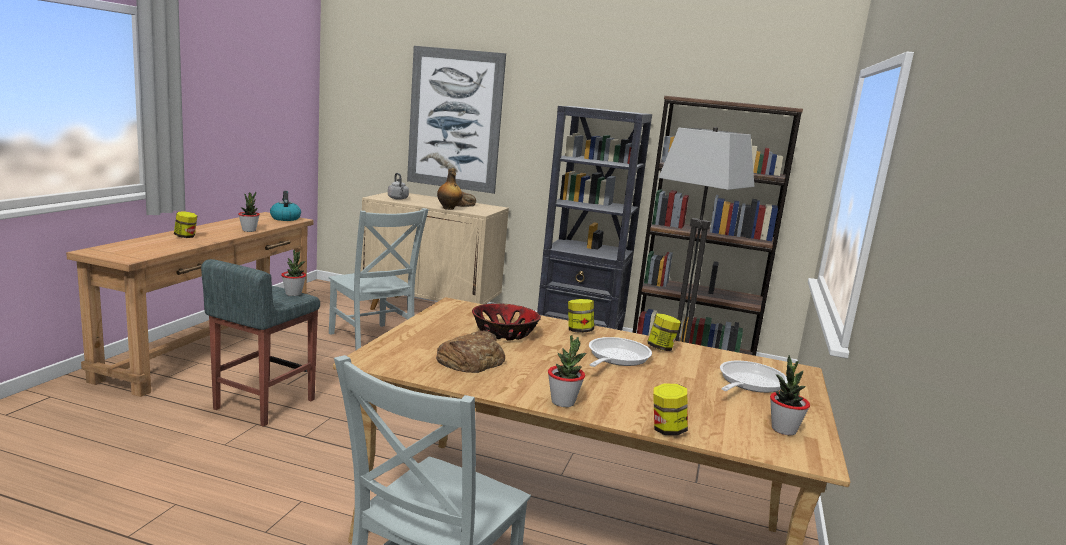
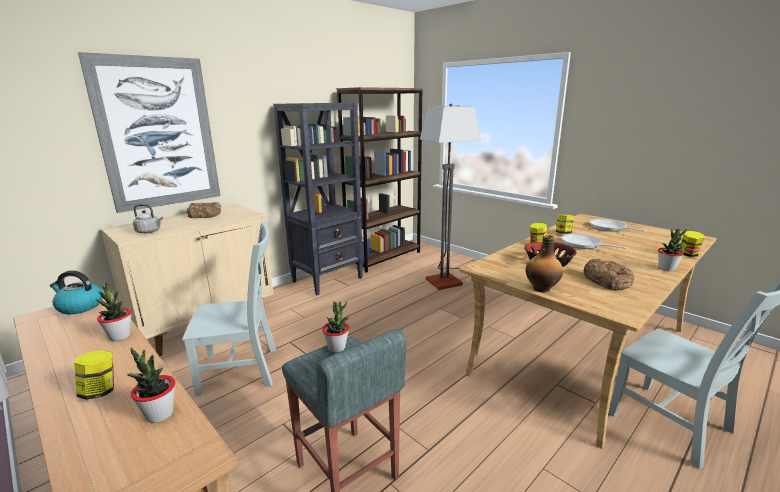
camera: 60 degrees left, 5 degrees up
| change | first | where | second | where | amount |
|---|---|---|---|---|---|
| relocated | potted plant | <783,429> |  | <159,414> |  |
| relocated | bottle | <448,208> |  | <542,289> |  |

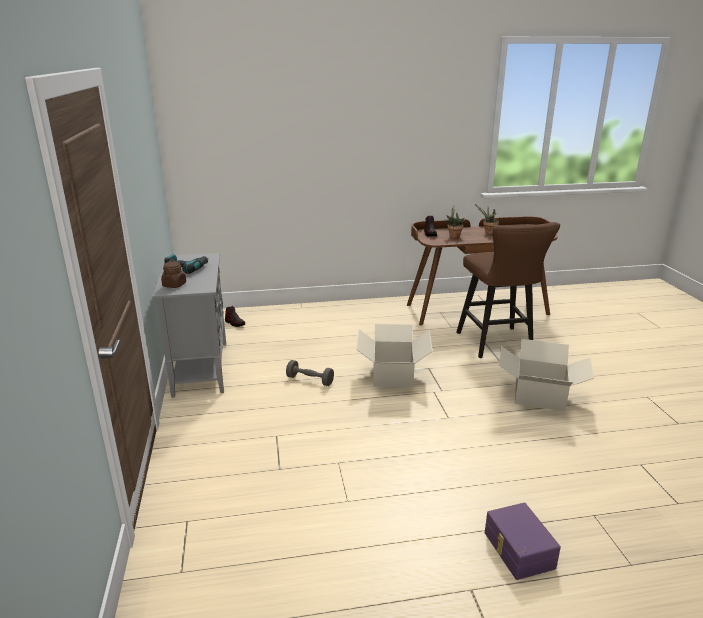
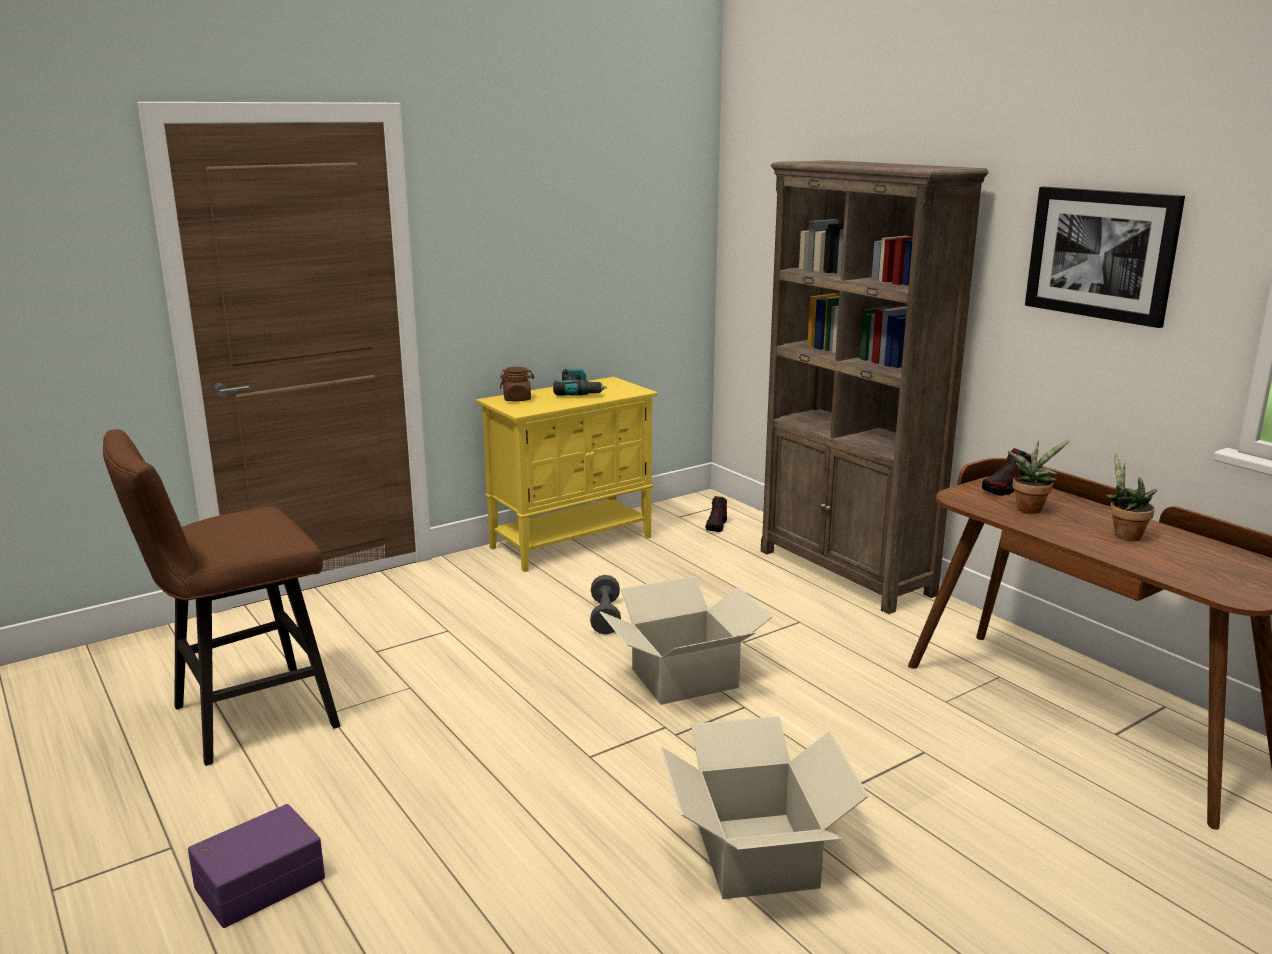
camera: 65 degrees right, 5 degrees down
| change | first | where | second | where | amount |
|---|---|---|---|---|---|
| relocated | brown stool | <497,345> |  | <242,719> |  |
| colour | grey cabinet | <200,368> | yellow cabinet | <572,542> |  |
| appeared |  |  | brown bookcase | <846,573> |  |
| appeared |  |  | picture | <1101,254> |  |

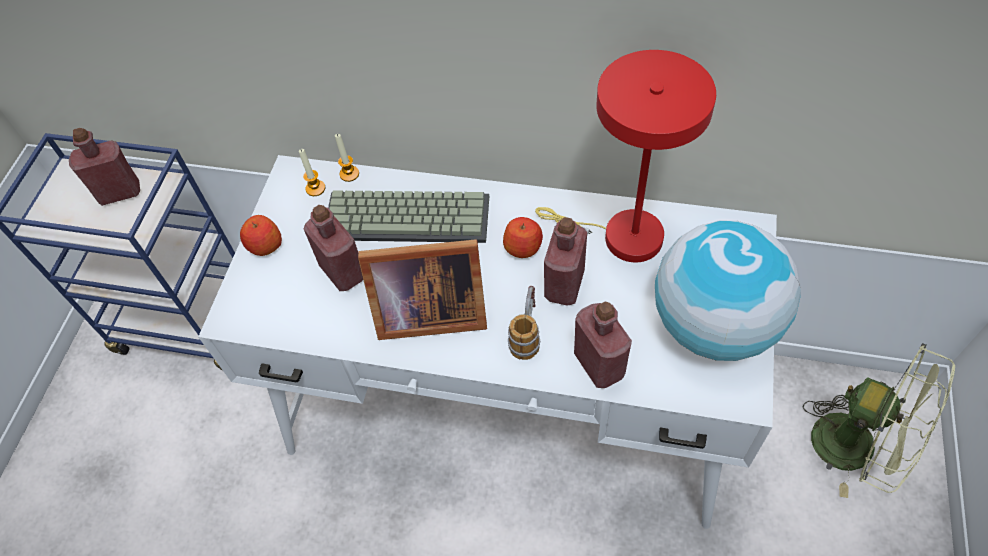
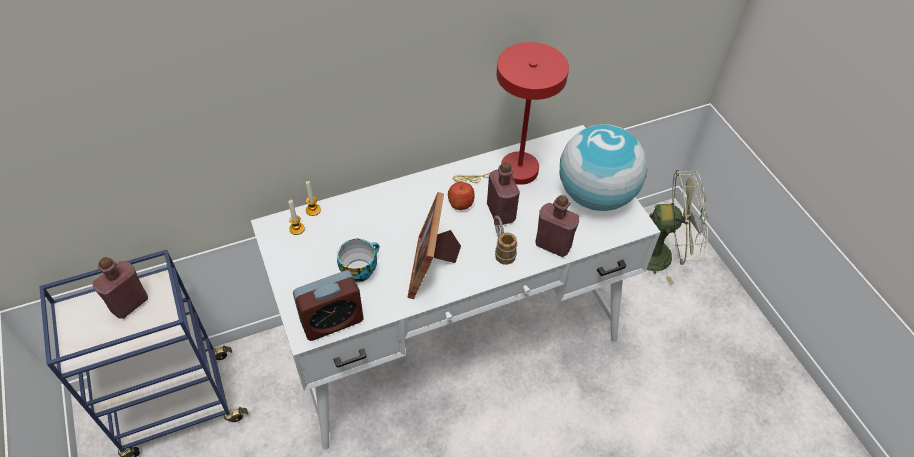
camera: 40 degrees left, 5 degrees down
| change | first | where | second | where | amount |
|---|---|---|---|---|---|
| appeared |  |  | alarm clock | <332,321> |  |
| exchanged | red bottle | <342,272> | cup | <359,269> |  |
| spun | picture frame | <426,312> |  | <433,266> | 135 degrees clockwise |
| missing | apple | <265,245> |  |  |  |
| missing | keyboard | <409,216> |  |  |  |

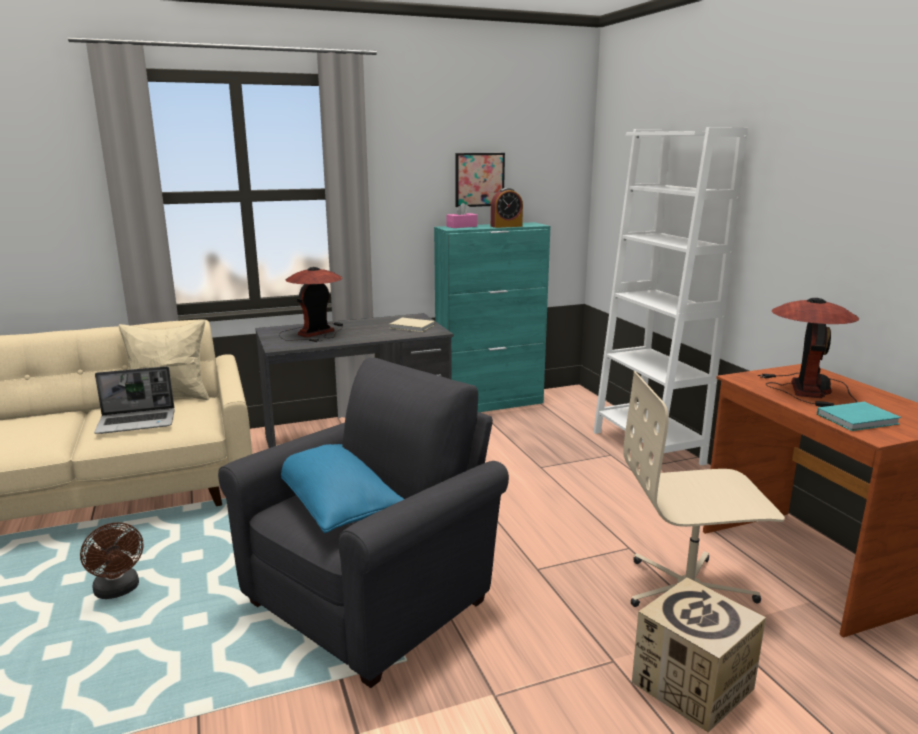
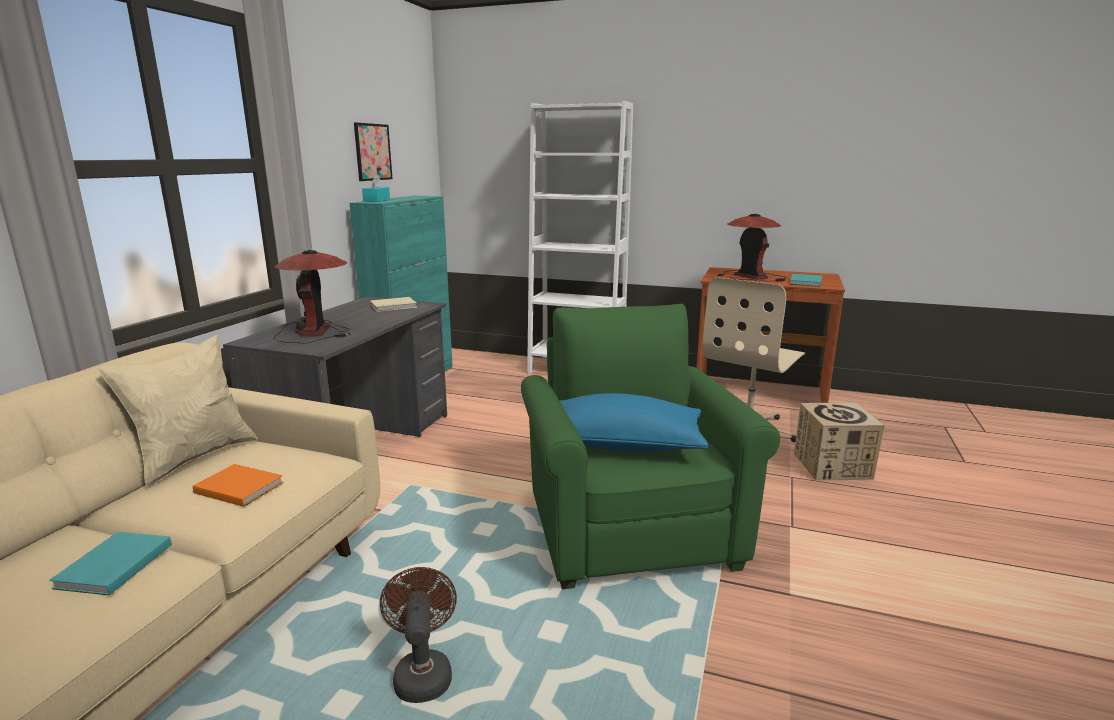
camera: 50 degrees left, 0 degrees up
| change | first | where | second | where | amount |
|---|---|---|---|---|---|
| appeared |  |  | turquoise book | <111,567> |  |
| exchanged | laptop | <137,422> | orange book | <238,487> |  |
| colour | pink tissue box | <461,226> | turquoise tissue box | <376,200> |  |
| spun | brown fan | <118,591> |  | <422,673> | 105 degrees counterclockwise |
| colour | grey armchair | <376,598> | green armchair | <630,528> |  |
| missing | alarm clock | <506,226> |  |  |  |

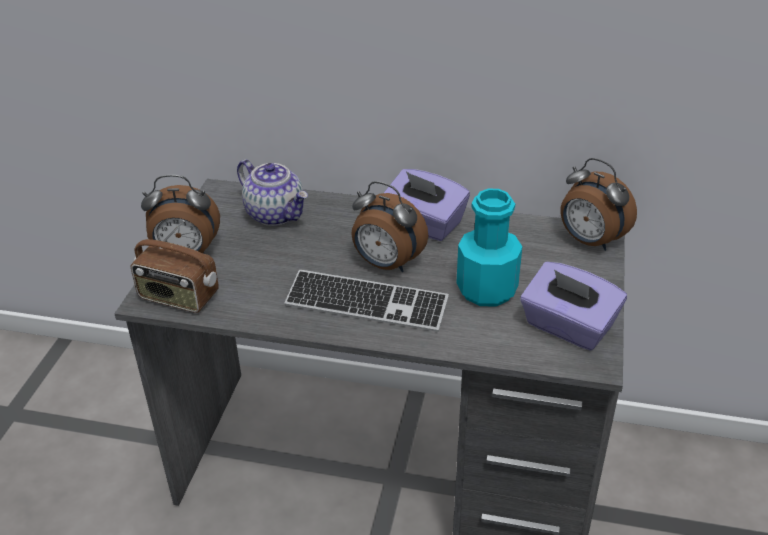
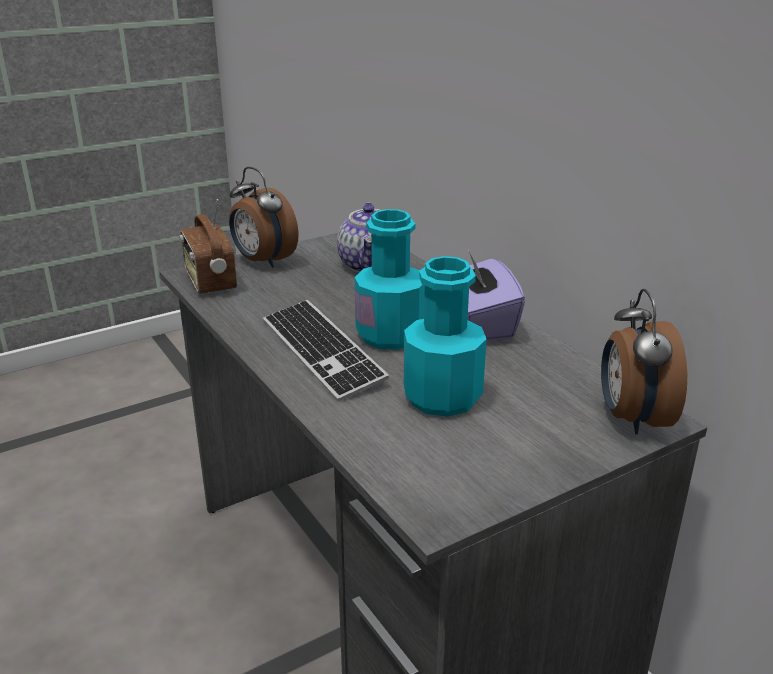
camera: 45 degrees right, 10 degrees down
| change | first | where | second | where | amount |
|---|---|---|---|---|---|
| exchanged | alarm clock | <386,264> | turquoise bottle | <390,335> |  |
| missing | purple tissue box | <568,327> |  |  |  |

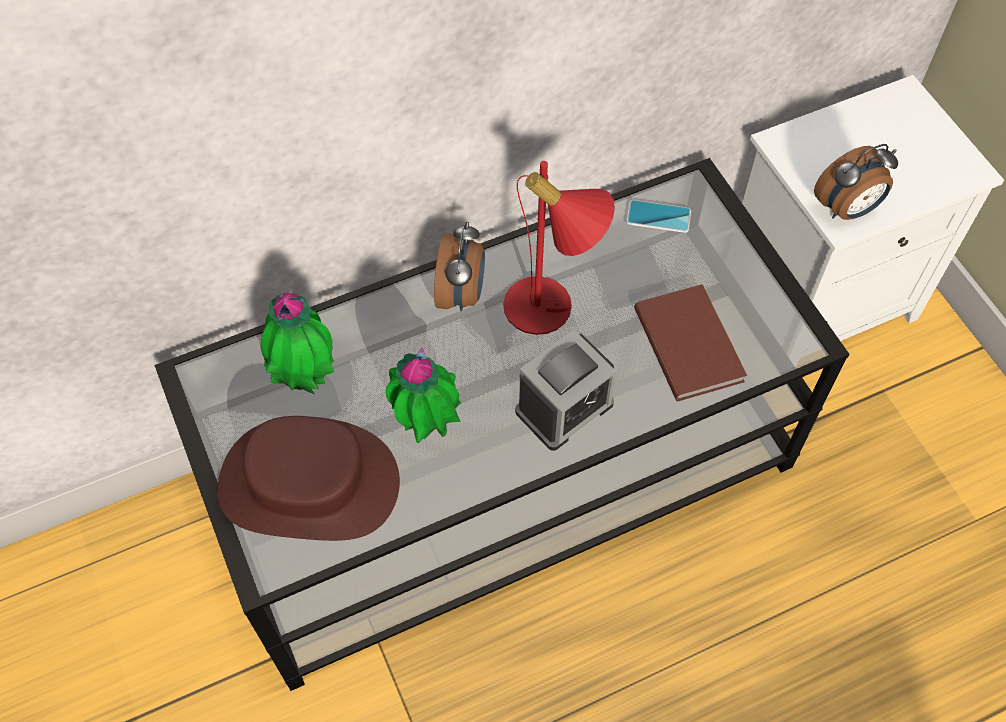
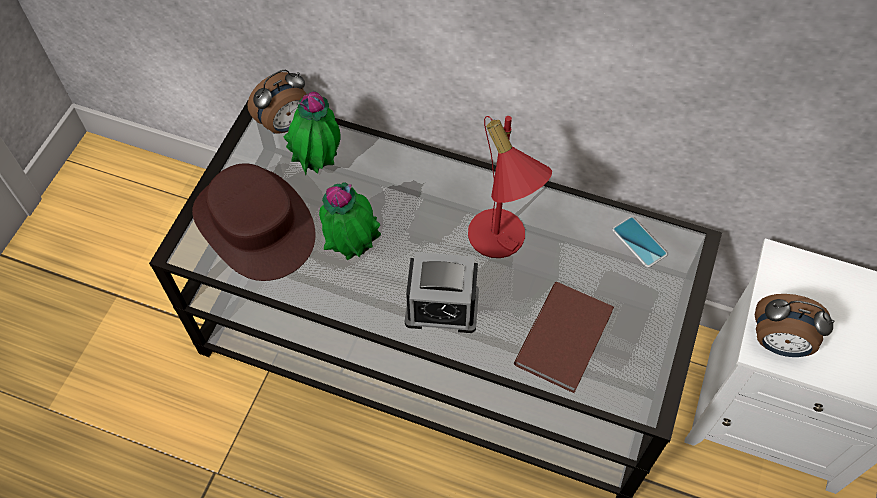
camera: 45 degrees right, 0 degrees up
| change | first | where | second | where | amount |
|---|---|---|---|---|---|
| relocated | alarm clock | <461,294> |  | <286,124> |  |

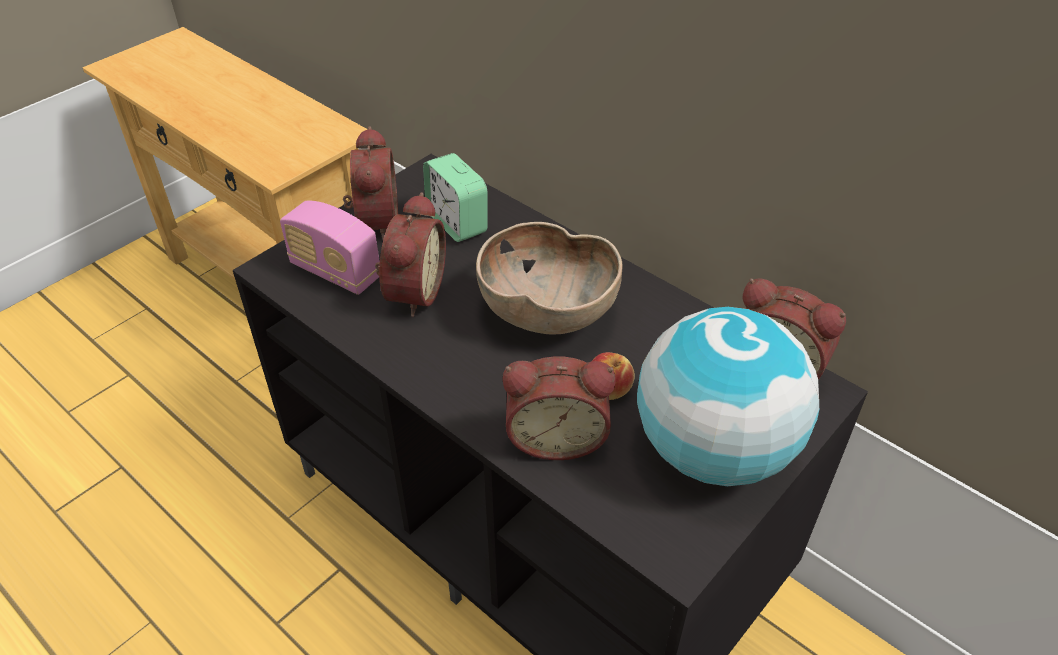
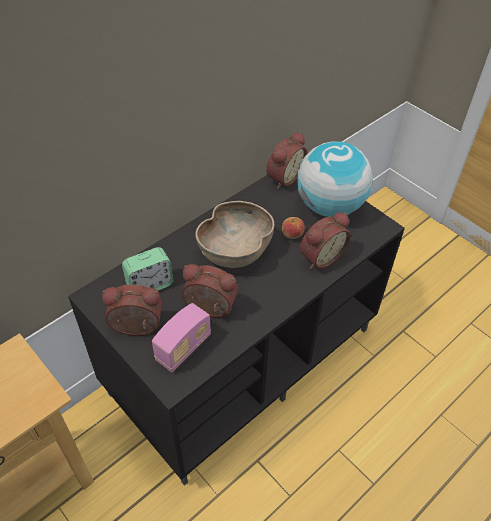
camera: 85 degrees left, 5 degrees up
| change | first | where | second | where | amount |
|---|---|---|---|---|---|
| spun | alarm clock | <556,436> |  | <320,256> | 45 degrees clockwise |

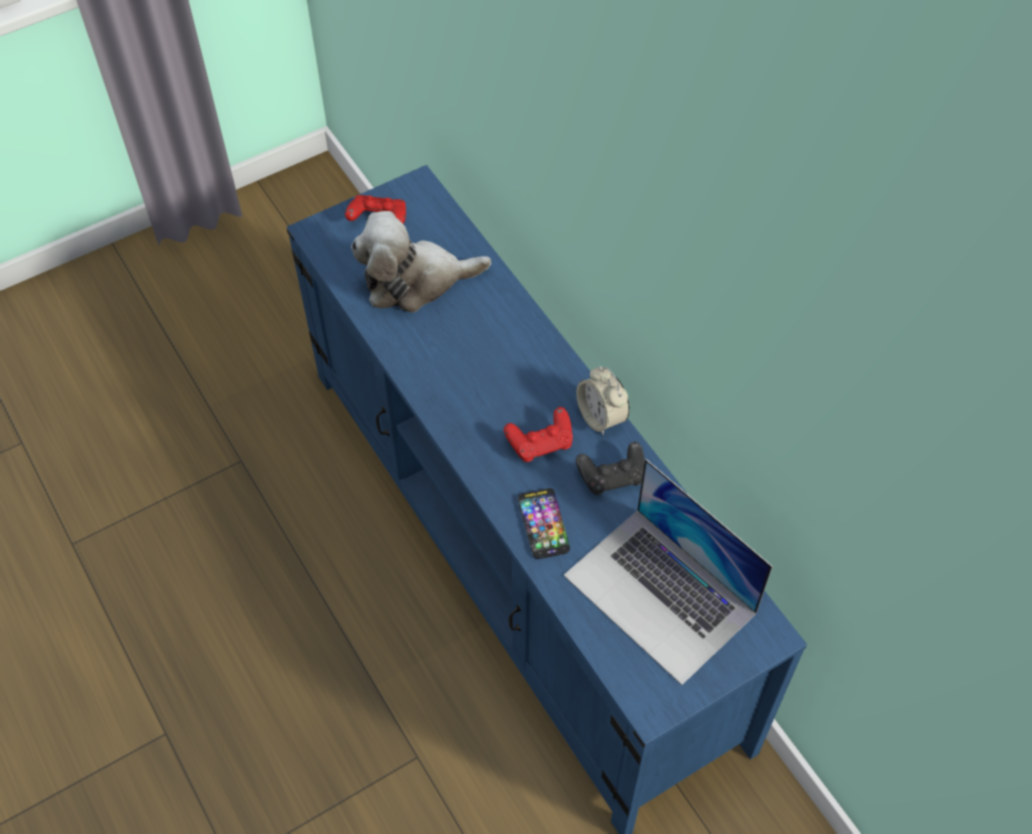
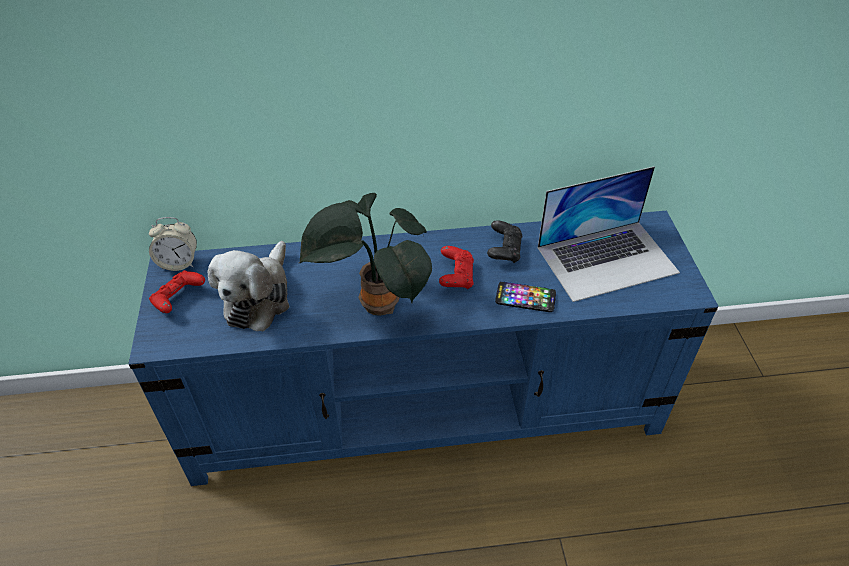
camera: 65 degrees left, 10 degrees down
| change | first | where | second | where | amount |
|---|---|---|---|---|---|
| relocated | alarm clock | <601,417> |  | <179,263> |  |
| appeared |  |  | potted plant | <374,305> |  |

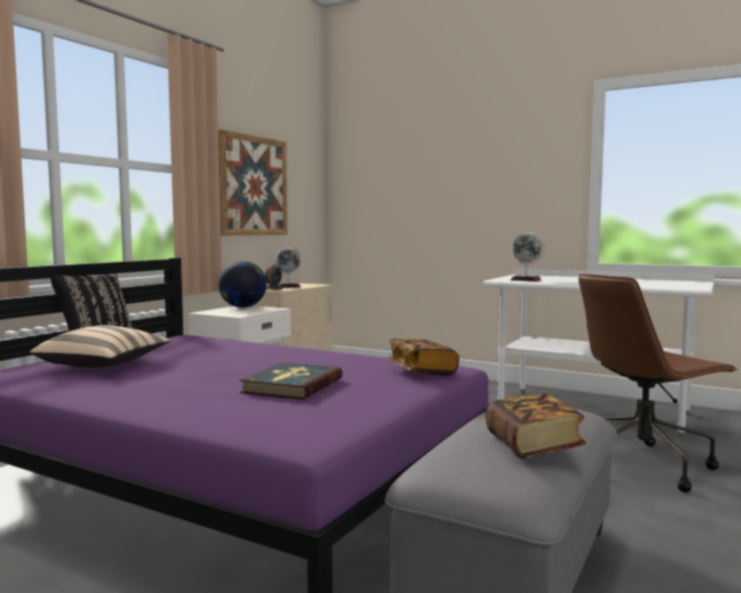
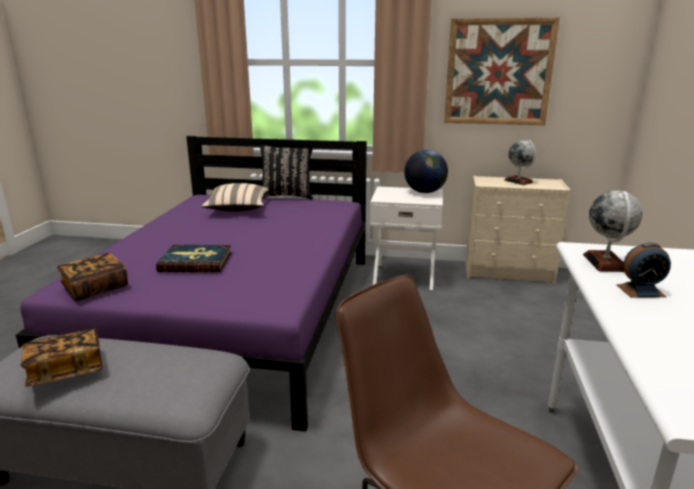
camera: 70 degrees right, 15 degrees up
| change | first | where | second | where | amount |
|---|---|---|---|---|---|
| relocated | book | <421,371> |  | <95,288> |  |
| relocated | alarm clock | <273,289> |  | <640,291> |  |

